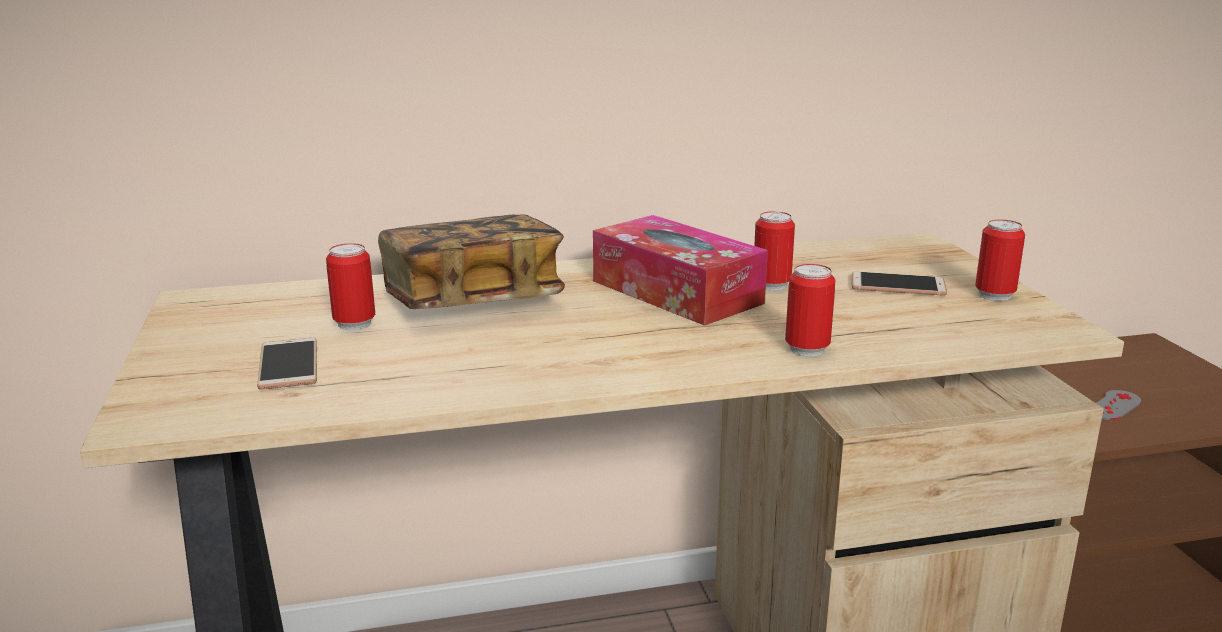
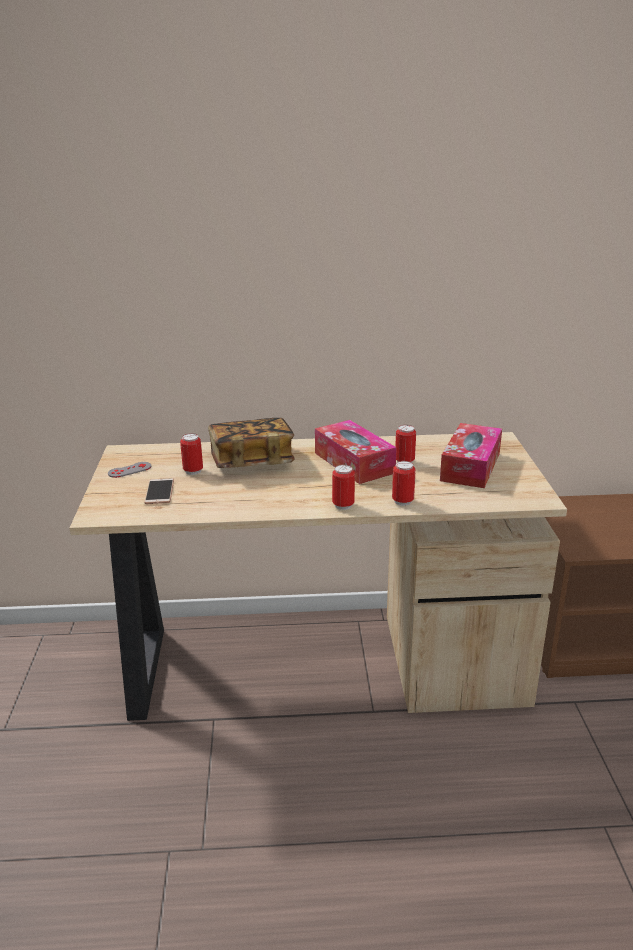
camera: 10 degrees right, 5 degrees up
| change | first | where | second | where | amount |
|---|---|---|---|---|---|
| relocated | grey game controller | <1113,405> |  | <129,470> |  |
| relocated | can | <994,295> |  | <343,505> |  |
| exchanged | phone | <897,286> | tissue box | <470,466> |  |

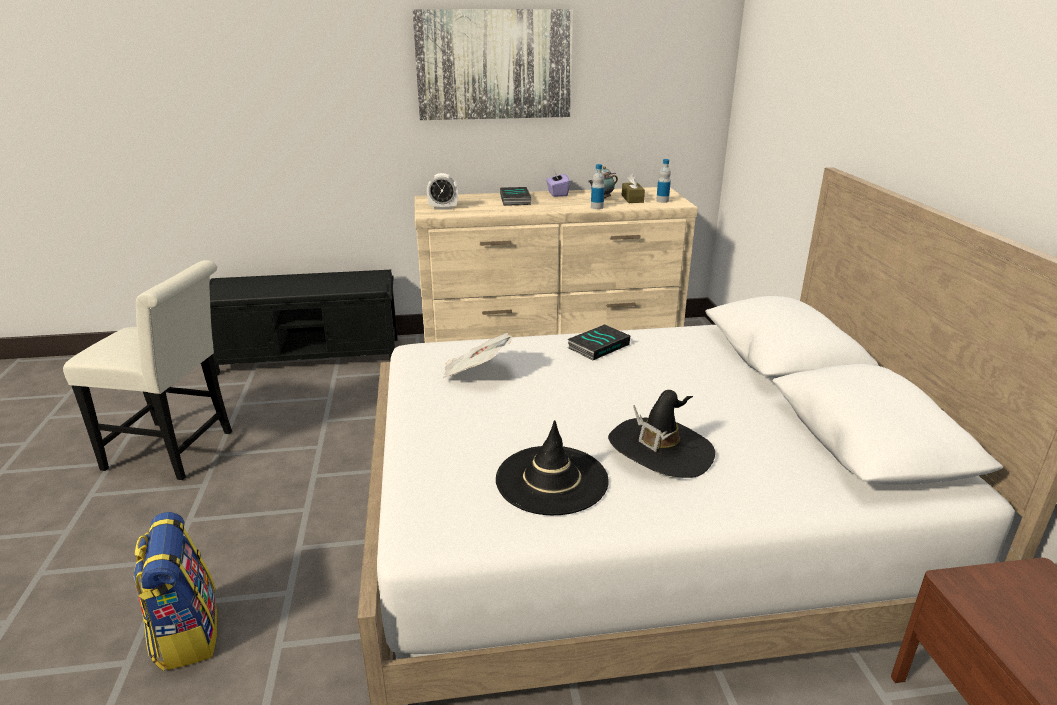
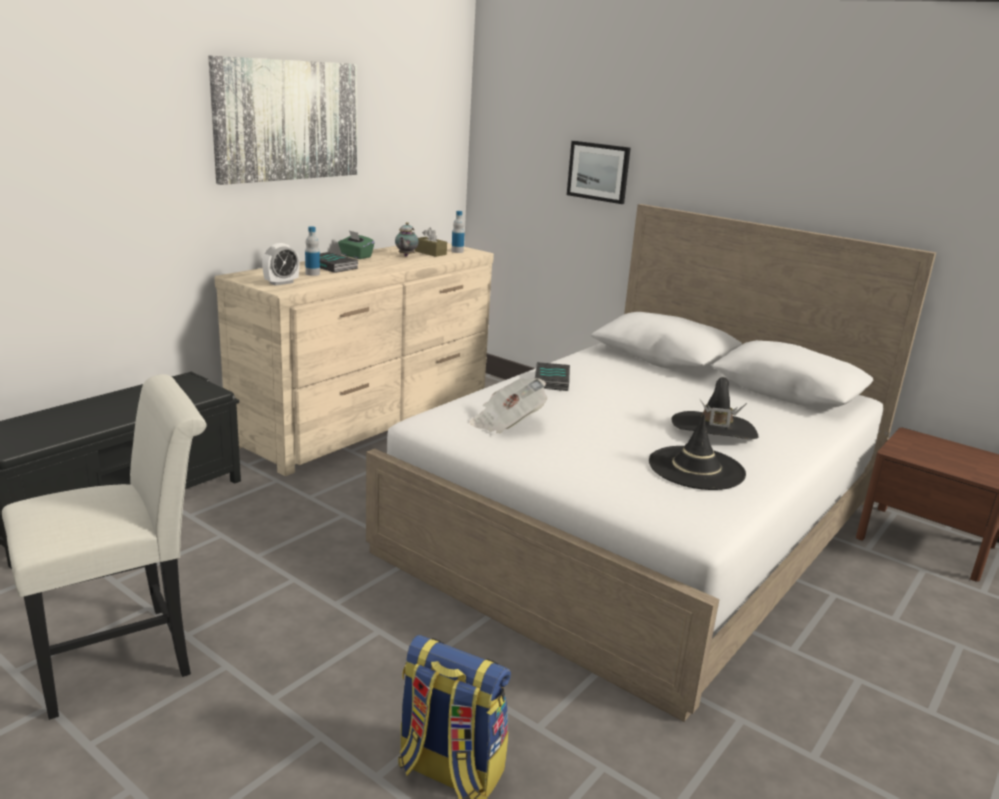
camera: 45 degrees left, 5 degrees down
| change | first | where | second | where | amount |
|---|---|---|---|---|---|
| relocated | bottle | <597,207> |  | <312,274> |  |
| colour | purple tissue box | <557,193> | green tissue box | <356,256> |  |
| appeared |  |  | picture | <598,172> |  |

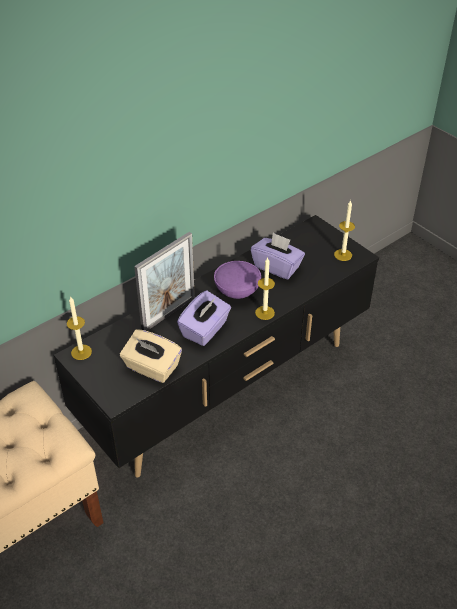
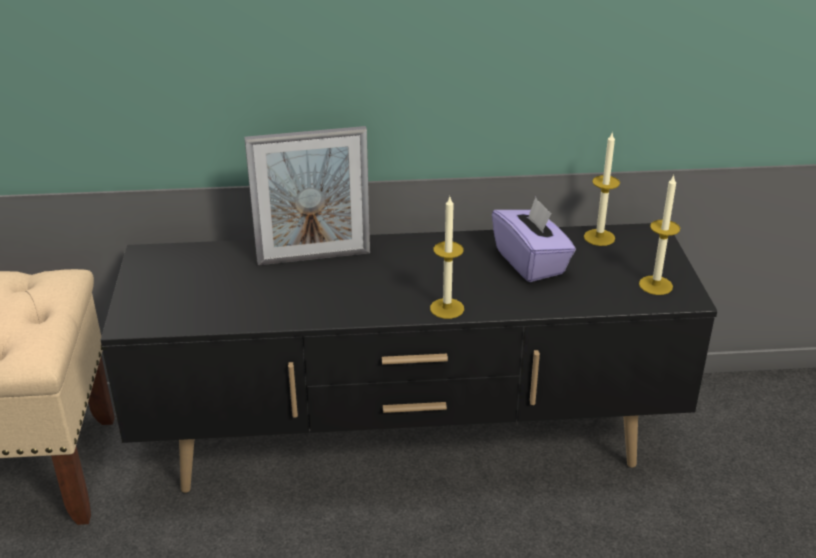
camera: 35 degrees right, 10 degrees down
| change | first | where | second | where | amount |
|---|---|---|---|---|---|
| relocated | candle | <81,352> |  | <599,237> |  |
| missing | beige tissue box | <152,368> |  |  |  |
| missing | purple tissue box | <205,330> |  |  |  |
| missing | purple bowl | <238,291> |  |  |  |

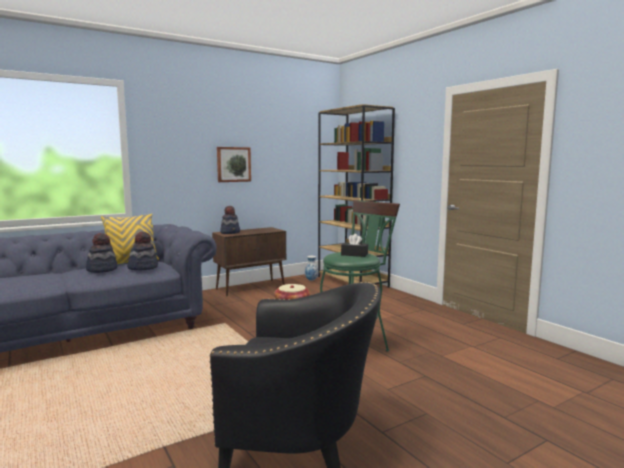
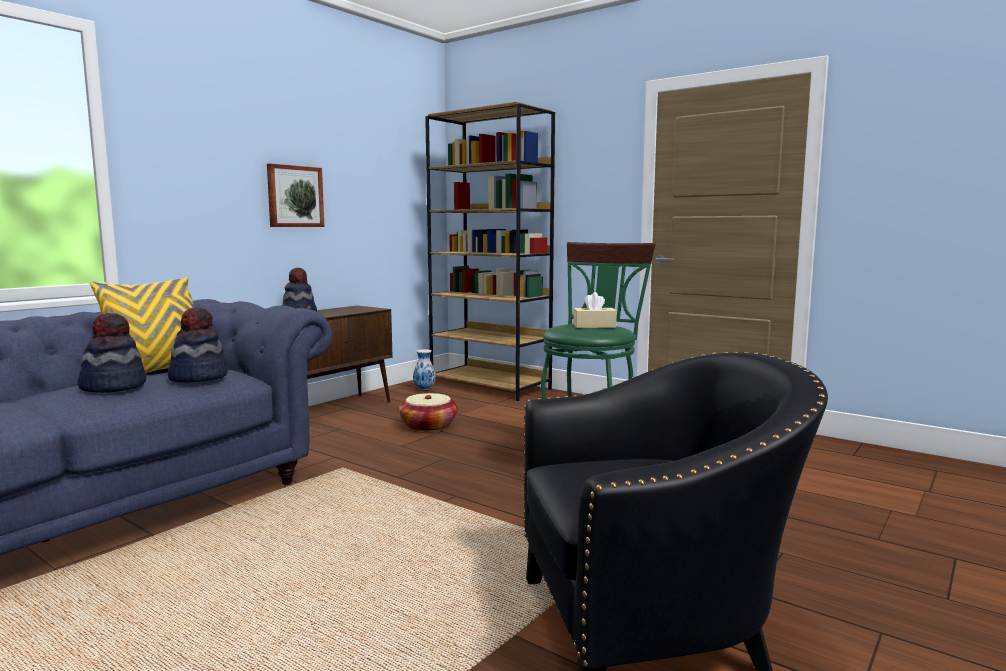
camera: 20 degrees left, 0 degrees up
| change | first | where | second | where | amount |
|---|---|---|---|---|---|
| colour | black tissue box | <354,254> | beige tissue box | <594,326> |  |

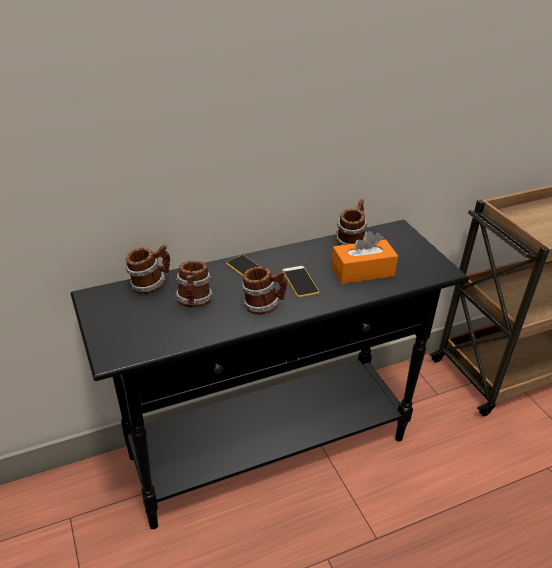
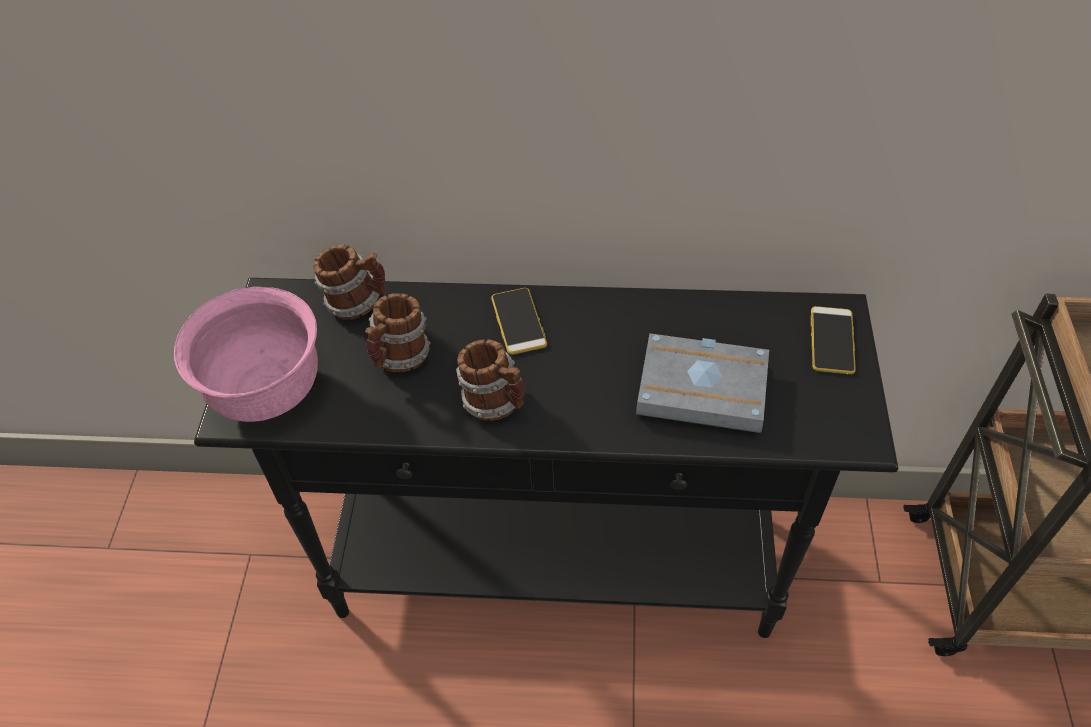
camera: 30 degrees right, 15 degrees up
| change | first | where | second | where | amount |
|---|---|---|---|---|---|
| appeared |  |  | pink bowl | <268,391> |  |
| exchanged | orange tissue box | <362,271> | grey book | <705,387> |  |
| relocated | phone | <300,282> |  | <832,340> |  |
| missing | mug | <351,241> |  |  |  |

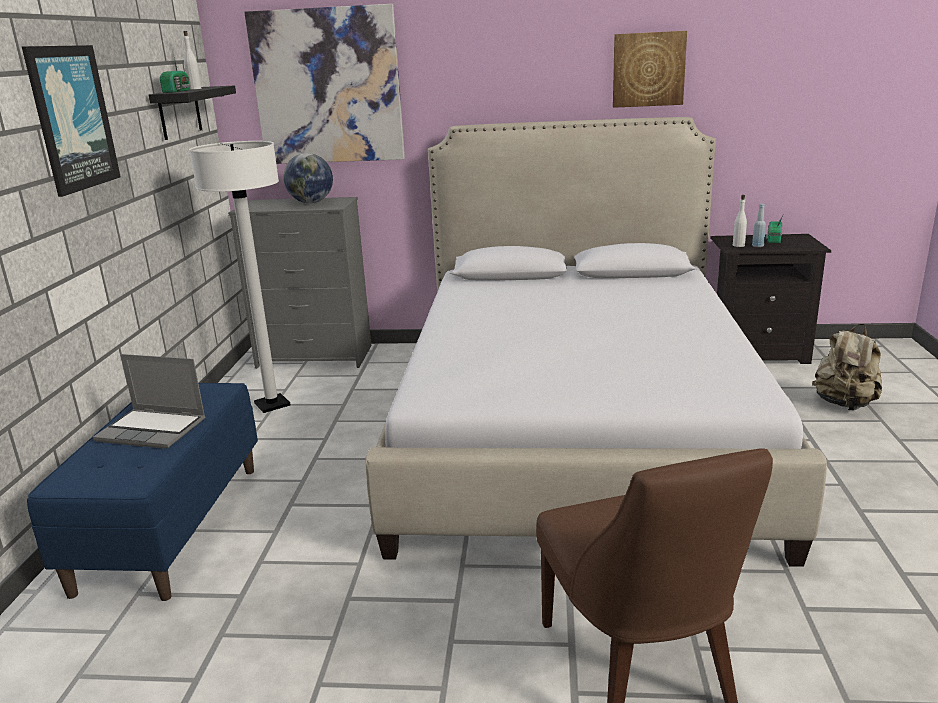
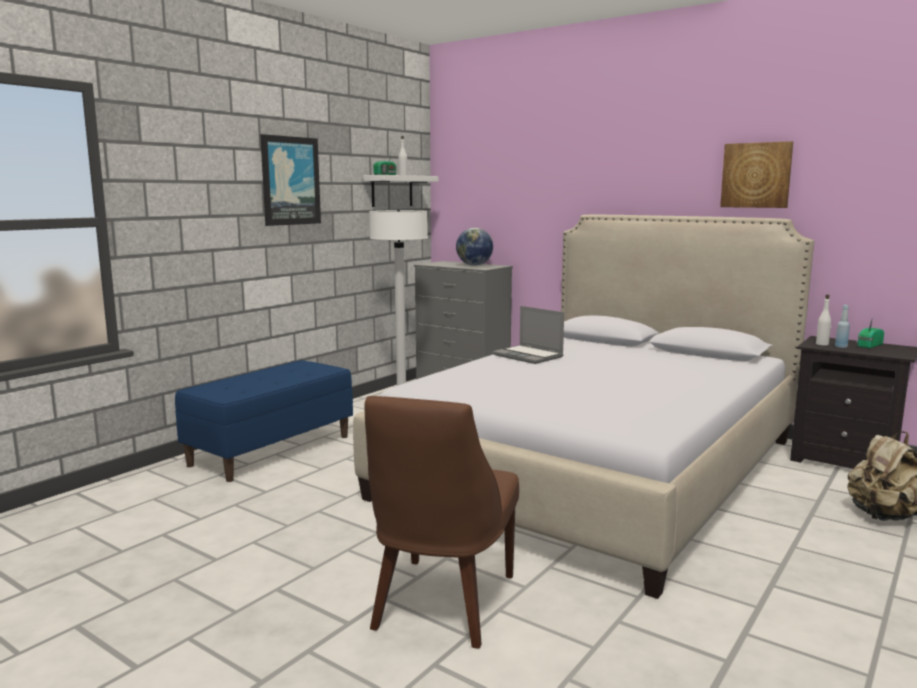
camera: 30 degrees right, 10 degrees down
| change | first | where | second | where | amount |
|---|---|---|---|---|---|
| colour | black shelf | <180,112> | white shelf | <392,191> |  |
| relocated | laptop | <153,430> |  | <529,356> |  |
| missing | picture | <327,87> |  |  |  |

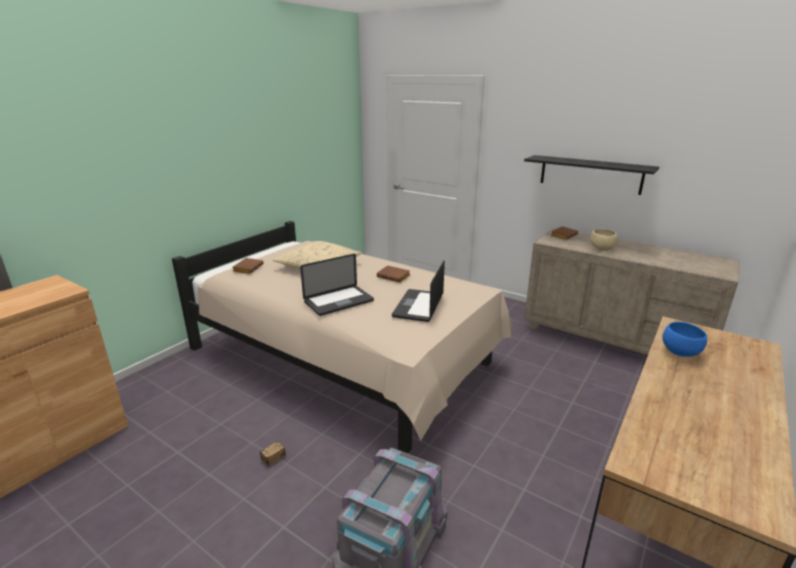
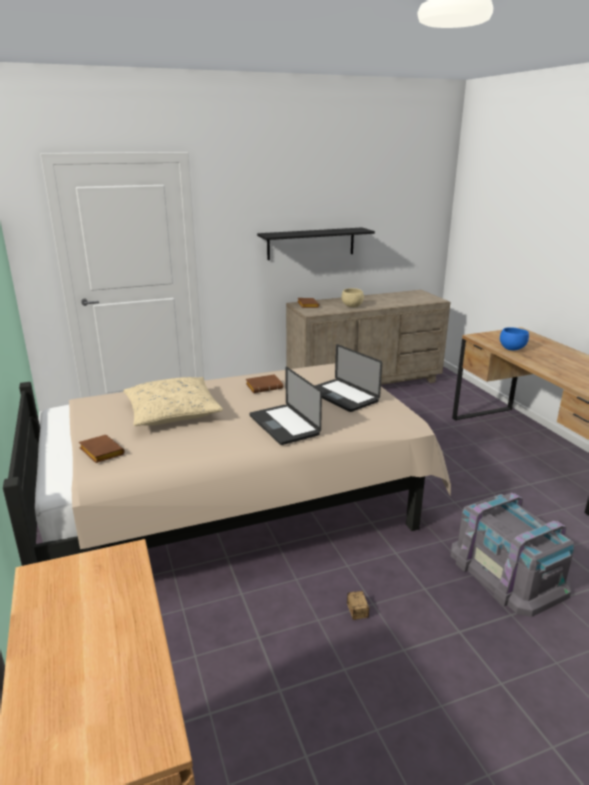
camera: 55 degrees left, 0 degrees up
| change | first | where | second | where | amount |
|---|---|---|---|---|---|
| spun | laptop | <339,301> |  | <284,425> | 150 degrees clockwise |

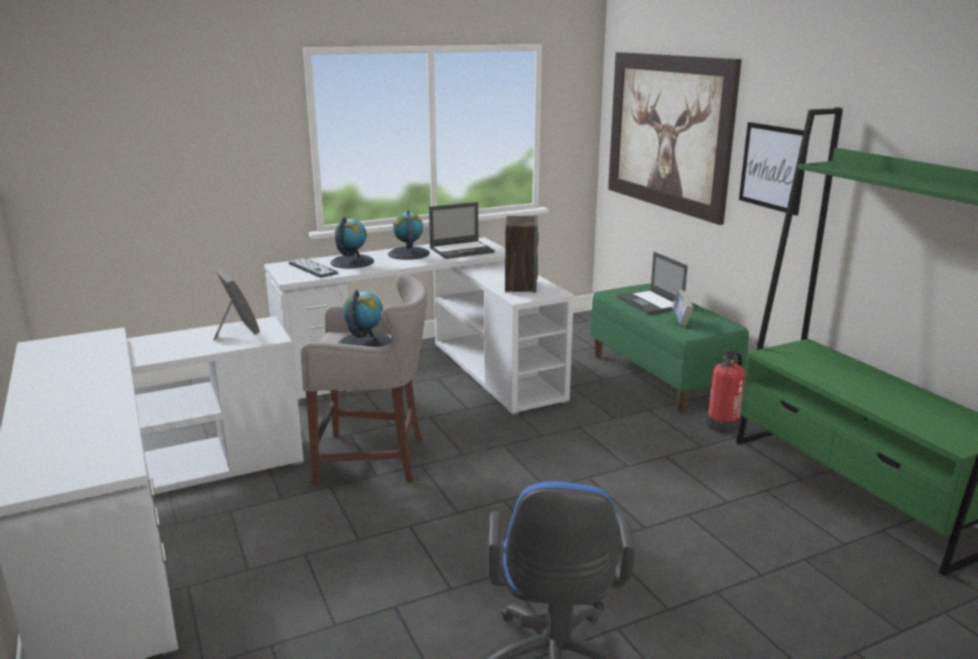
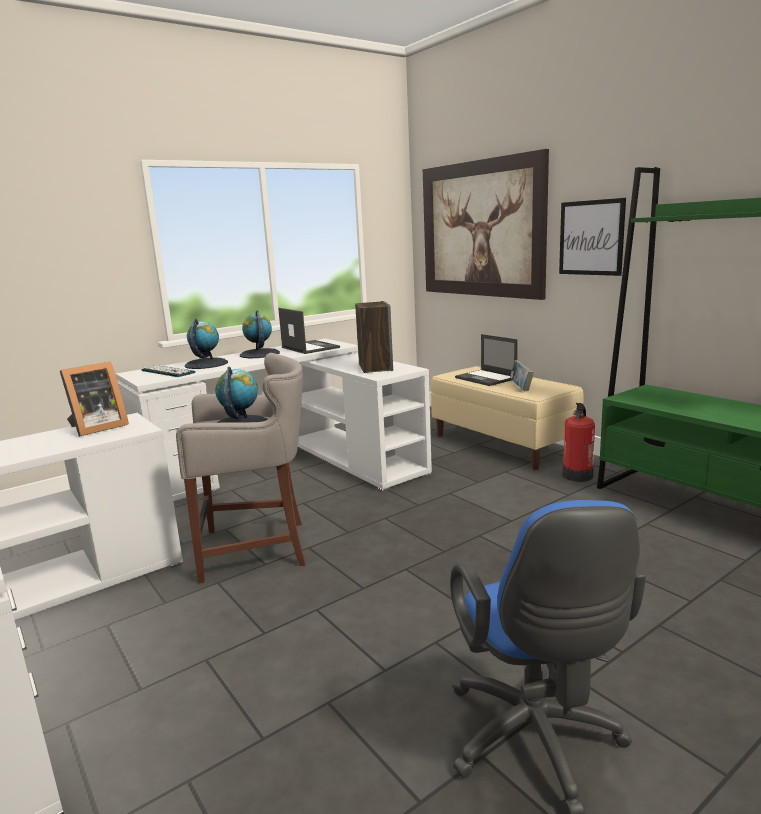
camera: 10 degrees left, 5 degrees down
| change | first | where | second | where | amount |
|---|---|---|---|---|---|
| spun | picture frame | <236,331> |  | <96,428> | 90 degrees clockwise |
| spun | laptop | <462,250> |  | <309,347> | 90 degrees counterclockwise |
| colour | green bench | <661,376> | beige bench | <503,444> |  |

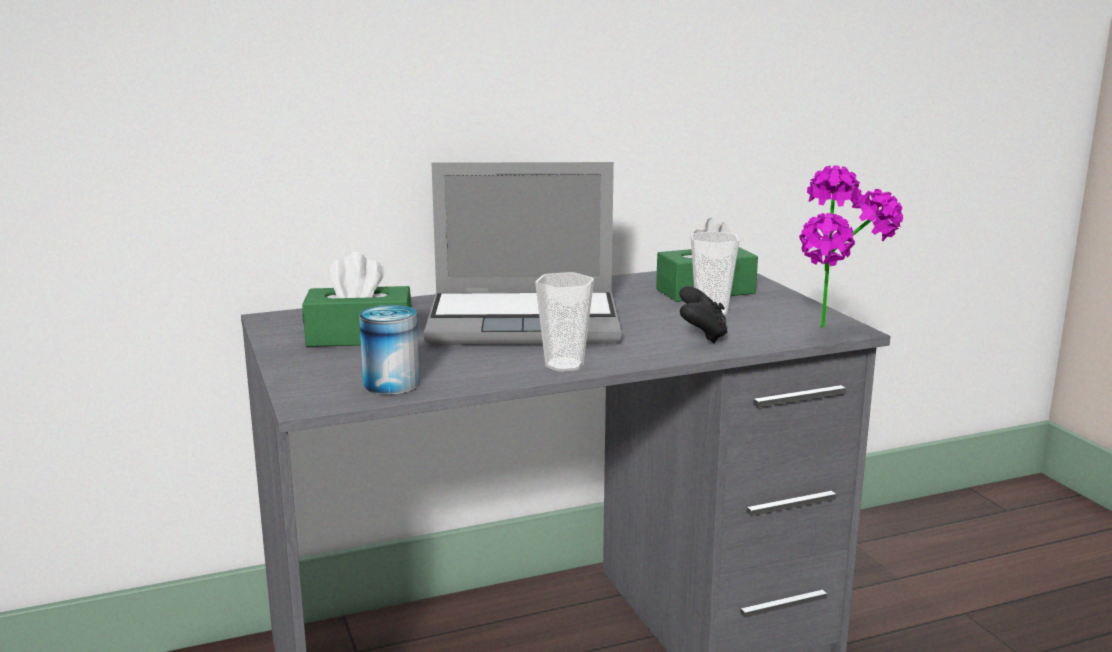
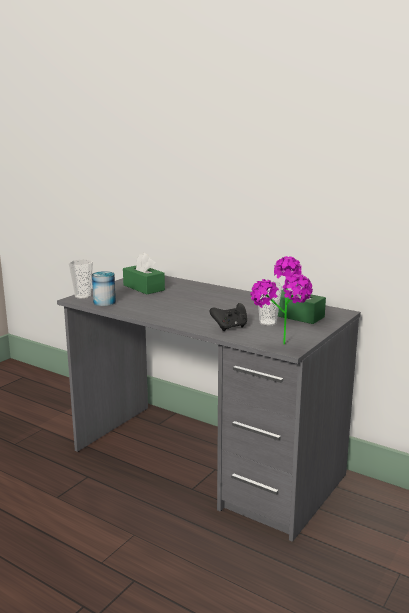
camera: 55 degrees right, 0 degrees up
| change | first | where | second | where | amount |
|---|---|---|---|---|---|
| relocated | cup | <564,365> |  | <83,296> |  |
| missing | laptop | <526,321> |  |  |  |

